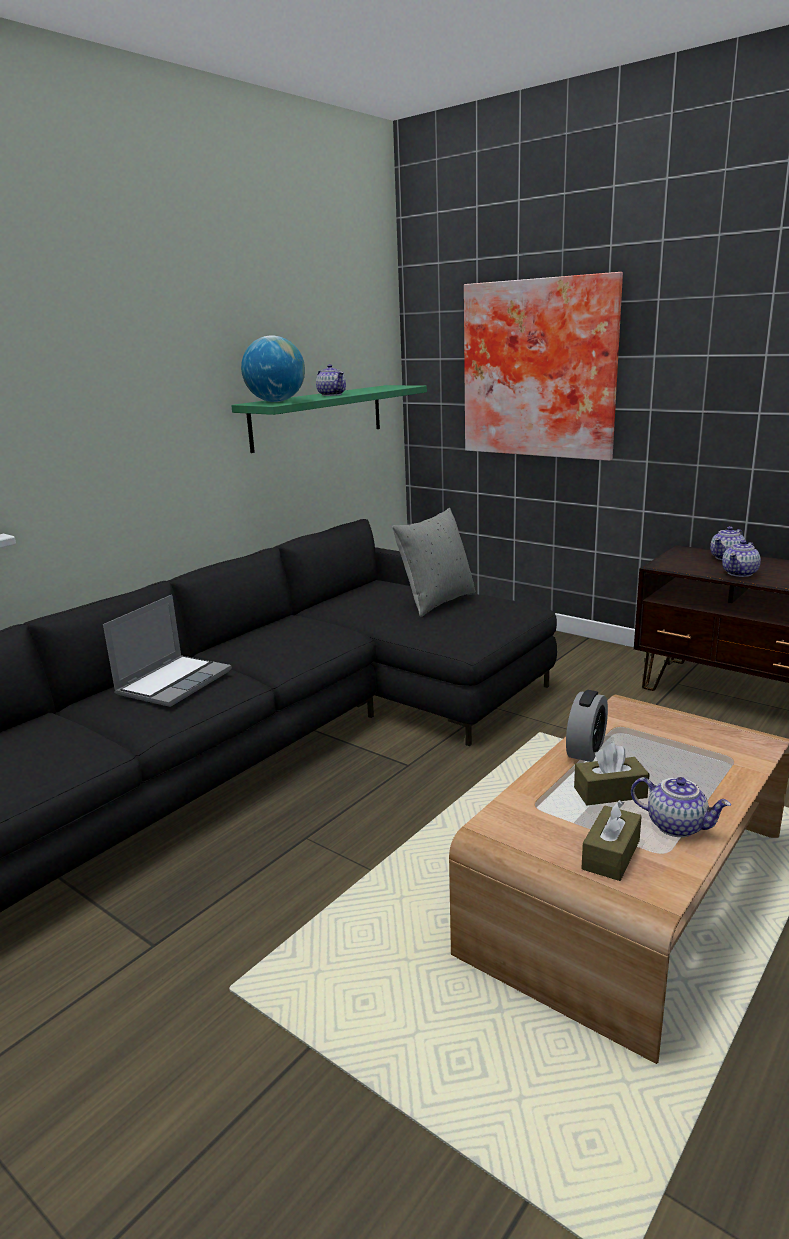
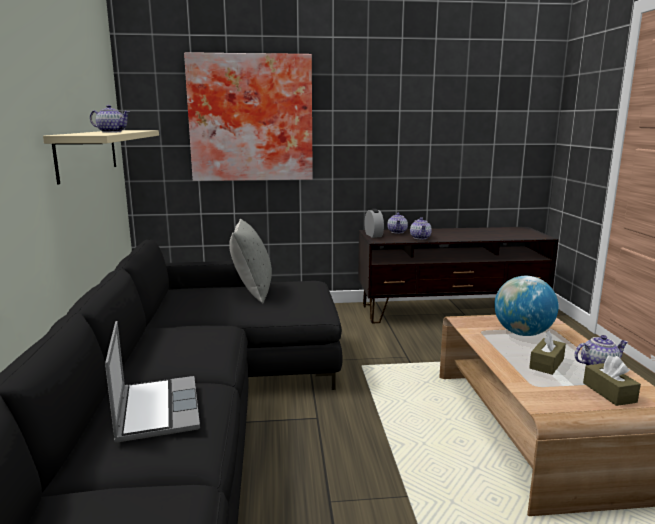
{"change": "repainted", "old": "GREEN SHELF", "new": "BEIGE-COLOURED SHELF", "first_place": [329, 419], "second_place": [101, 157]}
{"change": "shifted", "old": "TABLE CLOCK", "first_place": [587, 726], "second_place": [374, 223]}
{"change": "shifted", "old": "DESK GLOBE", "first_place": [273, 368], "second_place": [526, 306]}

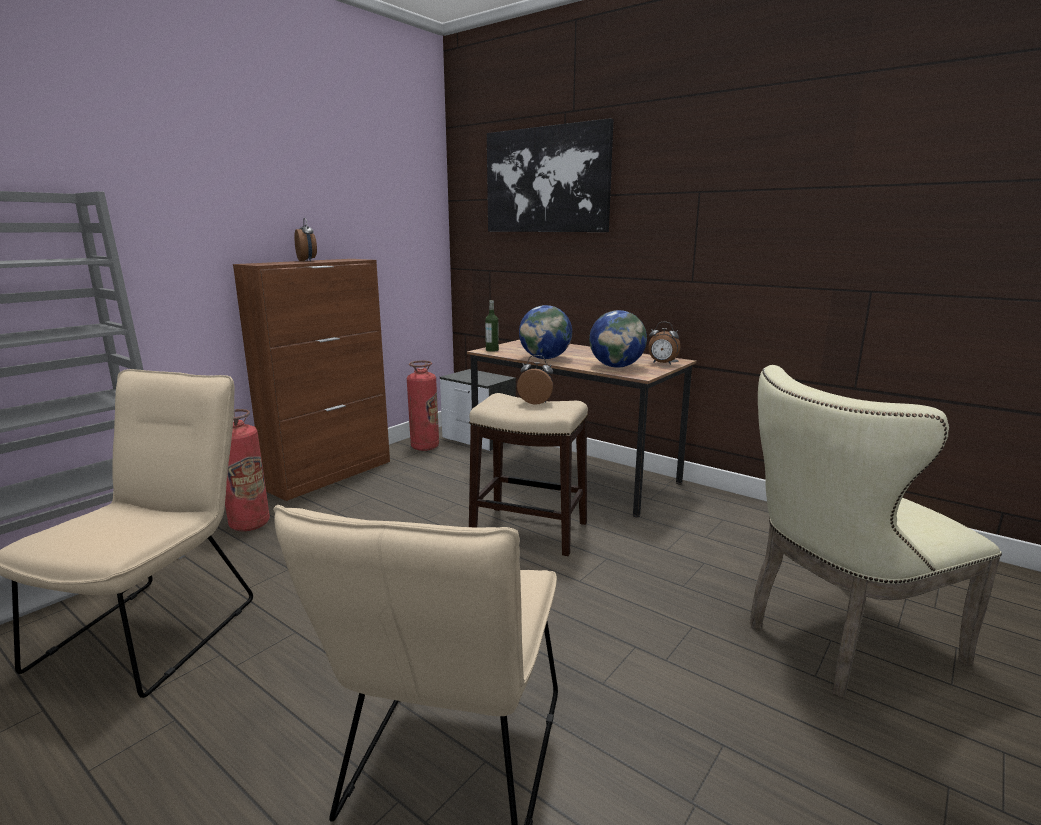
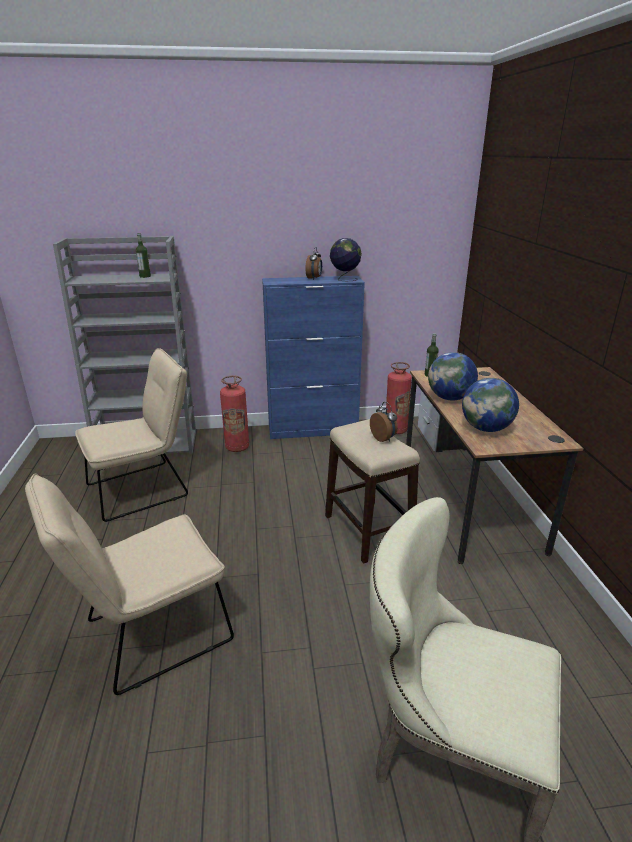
{"change": "new", "new": "BEVERAGE BOTTLE", "second_place": [143, 255]}
{"change": "repainted", "old": "BROWN CABINET", "new": "BLUISH CABINET", "first_place": [311, 380], "second_place": [313, 357]}
{"change": "new", "new": "DESK GLOBE", "second_place": [346, 259]}
{"change": "gone", "old": "WALL PICTURE", "first_place": [550, 175]}
{"change": "gone", "old": "TABLE CLOCK", "first_place": [664, 343]}

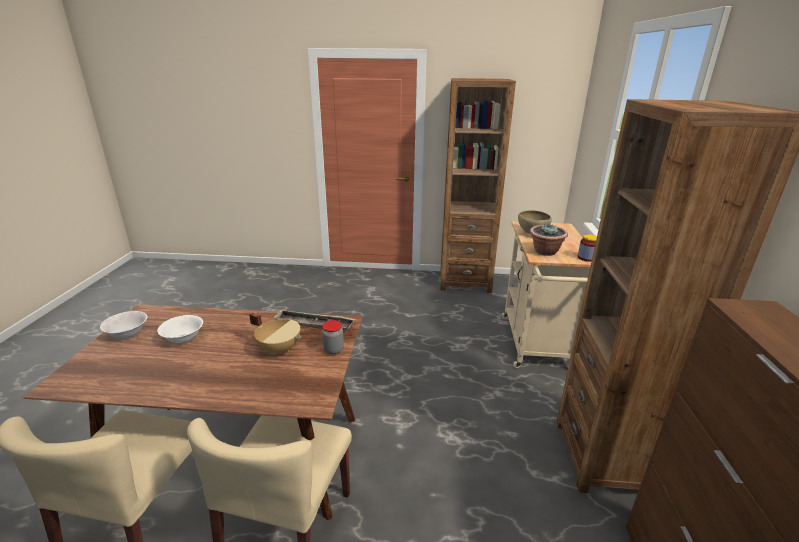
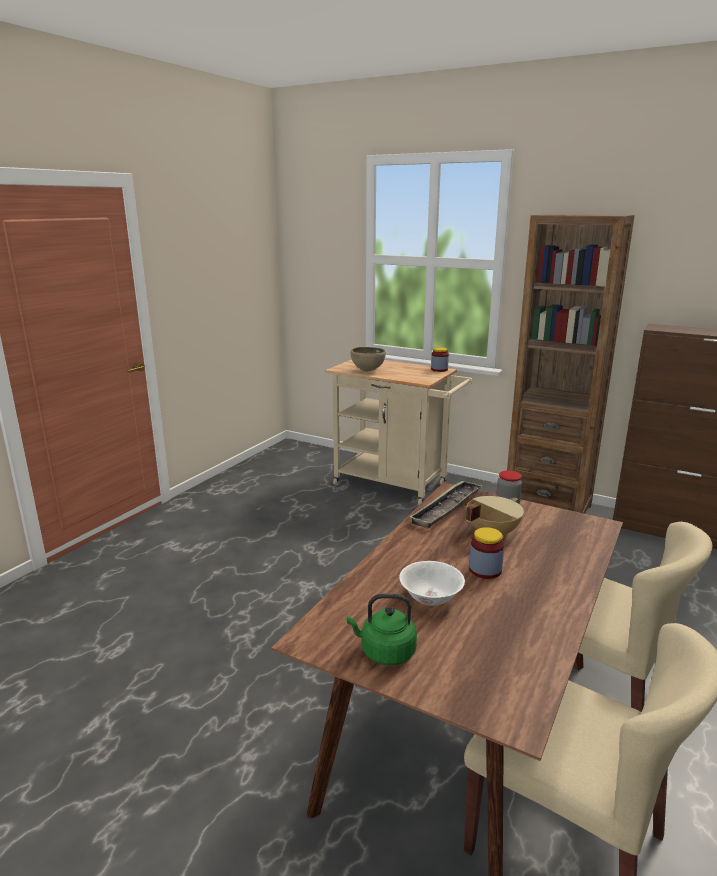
{"change": "swapped", "old": "WHITISH SERVING BOWL", "new": "GREEN WATER KETTLE", "first_place": [123, 325], "second_place": [382, 629]}
{"change": "new", "new": "PRESERVE JAR", "second_place": [487, 553]}
{"change": "gone", "old": "BROWN BOOKSHELF", "first_place": [478, 185]}
{"change": "gone", "old": "PLANT IN A POT", "first_place": [549, 240]}

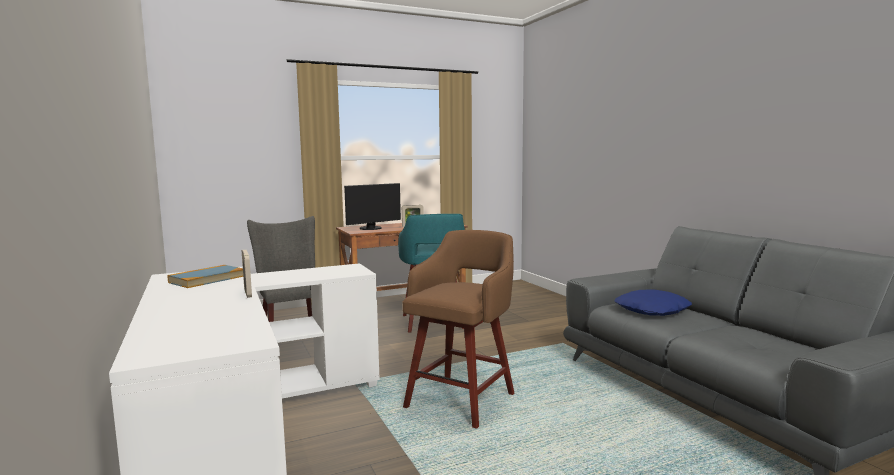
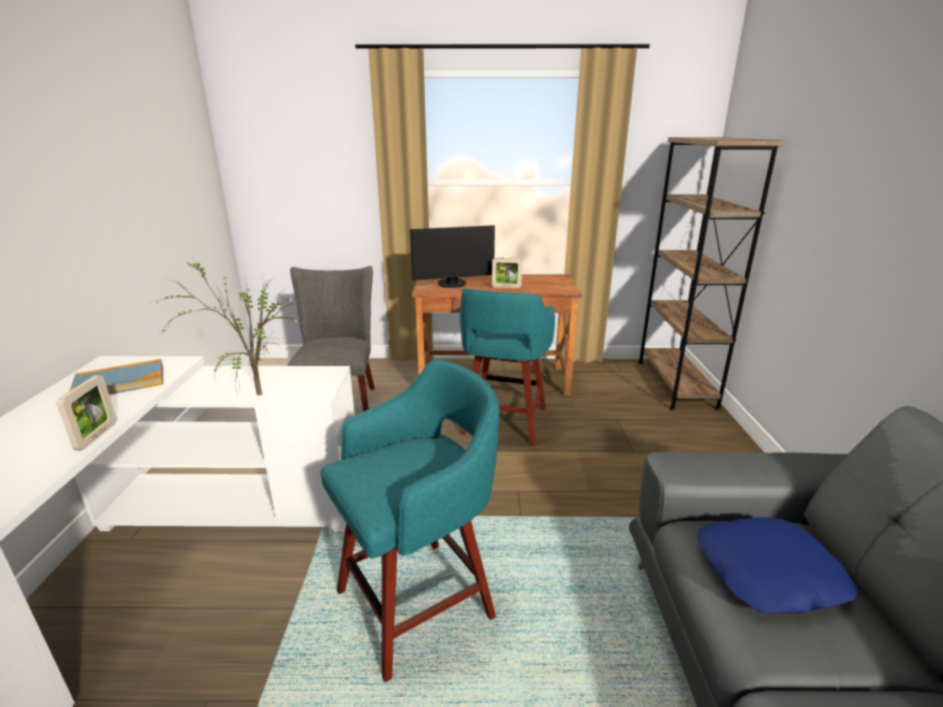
{"change": "new", "new": "PLANT IN A POT", "second_place": [230, 325]}
{"change": "repainted", "old": "BROWN STOOL SEAT", "new": "BLUE-GREEN STOOL SEAT", "first_place": [459, 329], "second_place": [410, 521]}
{"change": "new", "new": "BROWN BOOKSHELF", "second_place": [711, 274]}

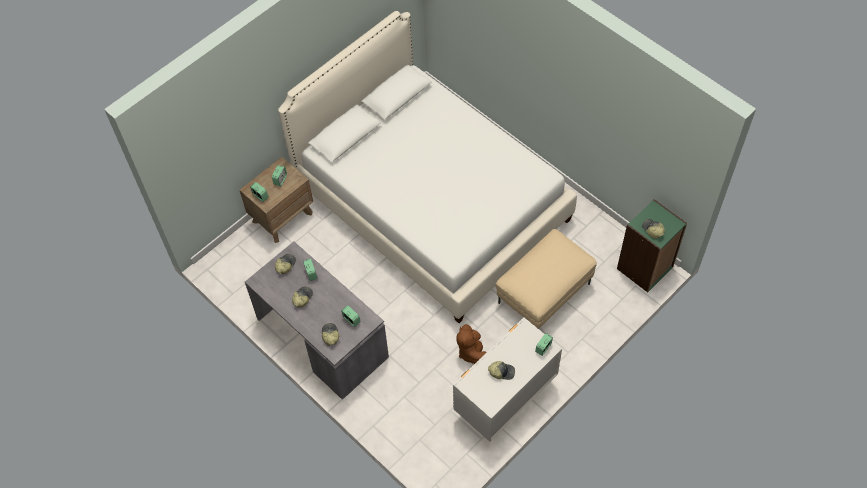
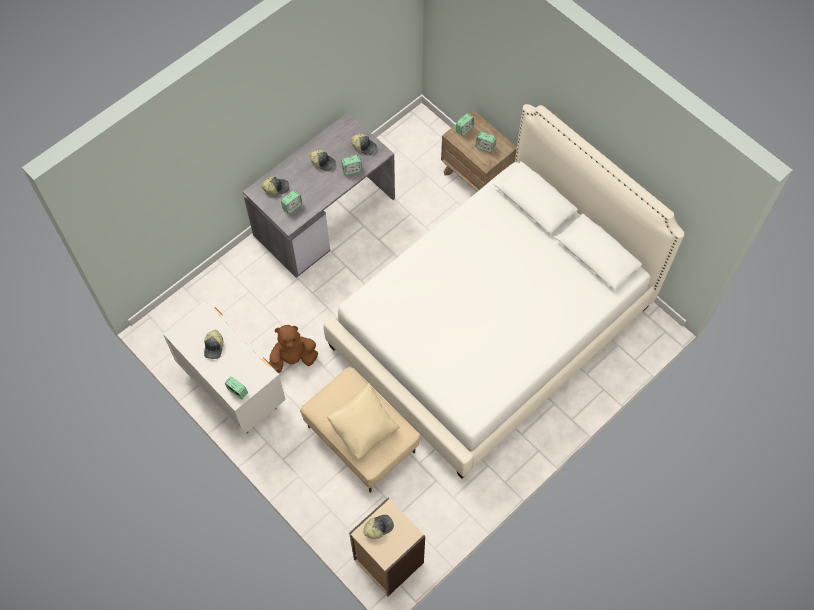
{"change": "new", "new": "BEIGE-COLOURED THROW PILLOW", "second_place": [363, 421]}
{"change": "repainted", "old": "GREEN BOOKSHELF", "new": "BEIGE-COLOURED BOOKSHELF", "first_place": [652, 245], "second_place": [387, 547]}

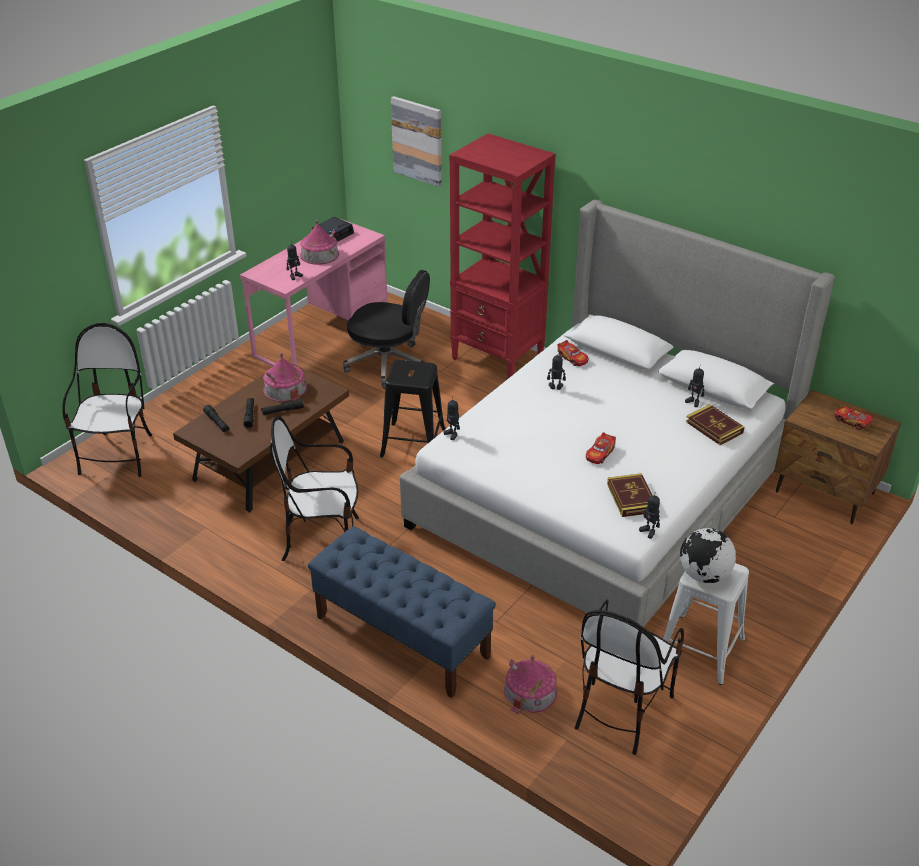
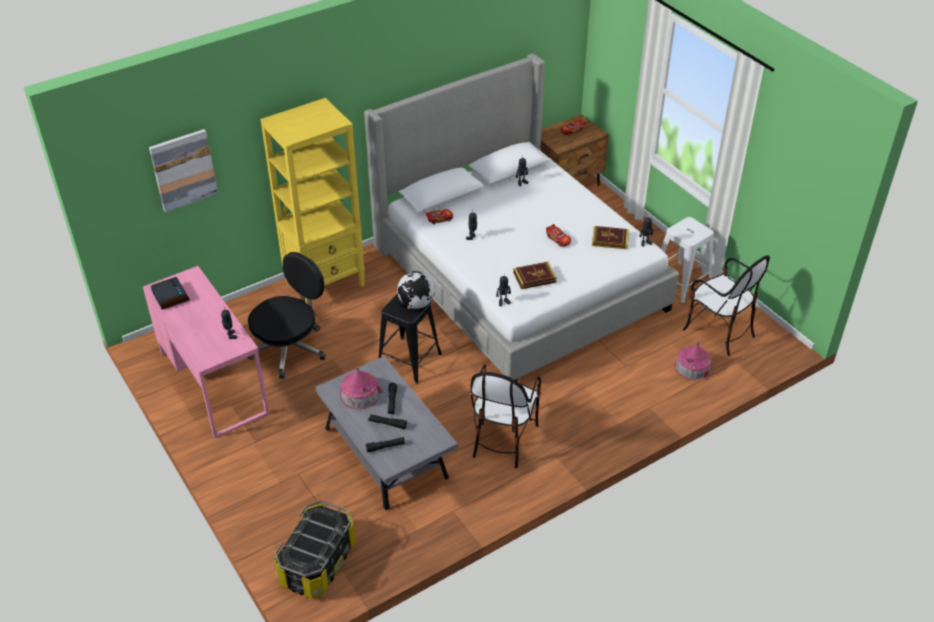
{"change": "repainted", "old": "RED-COLOURED BOOKSHELF", "new": "YELLOWISH BOOKSHELF", "first_place": [502, 256], "second_place": [312, 200]}
{"change": "swapped", "old": "PLAIN CHAIR", "new": "STORAGE BOX", "first_place": [107, 400], "second_place": [315, 549]}
{"change": "repainted", "old": "BROWN COFFEE TABLE", "new": "GRAY COFFEE TABLE", "first_place": [261, 437], "second_place": [386, 433]}
{"change": "shifted", "old": "DESK GLOBE", "first_place": [708, 555], "second_place": [416, 290]}
{"change": "shifted", "old": "BOOK", "first_place": [715, 424], "second_place": [535, 275]}
{"change": "gone", "old": "MINIATURE HOUSE", "first_place": [319, 242]}
{"change": "gone", "old": "BLUISH LONG SEAT", "first_place": [402, 612]}

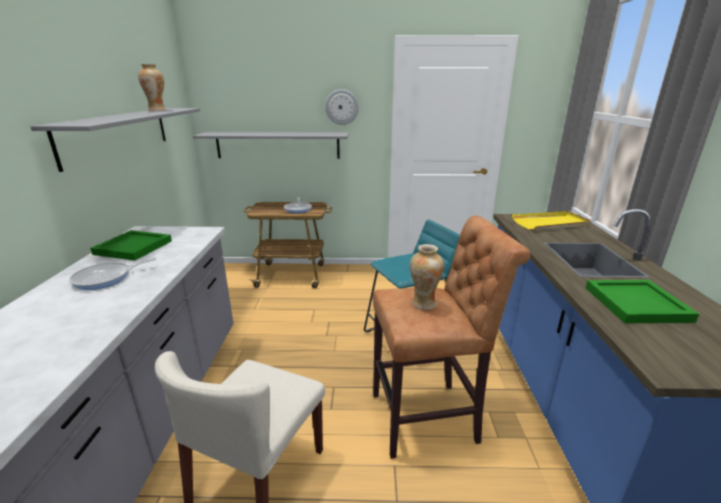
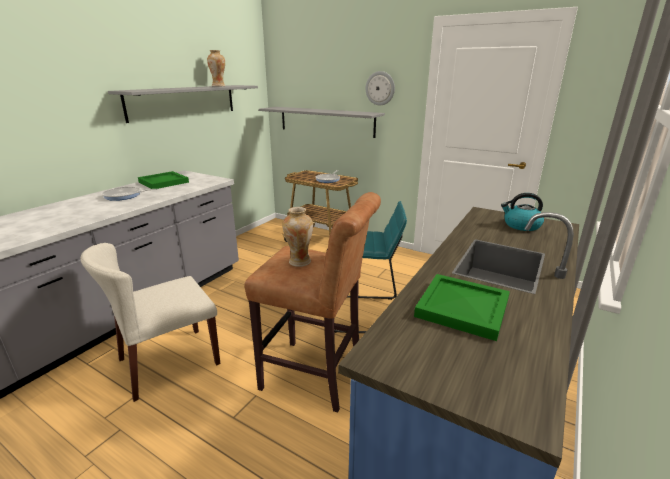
{"change": "swapped", "old": "YELLOWISH CARRYING TRAY", "new": "WATER KETTLE", "first_place": [551, 220], "second_place": [522, 212]}

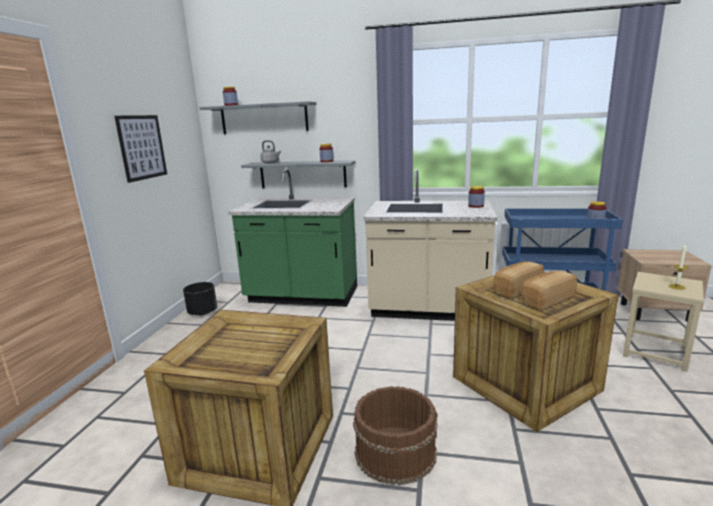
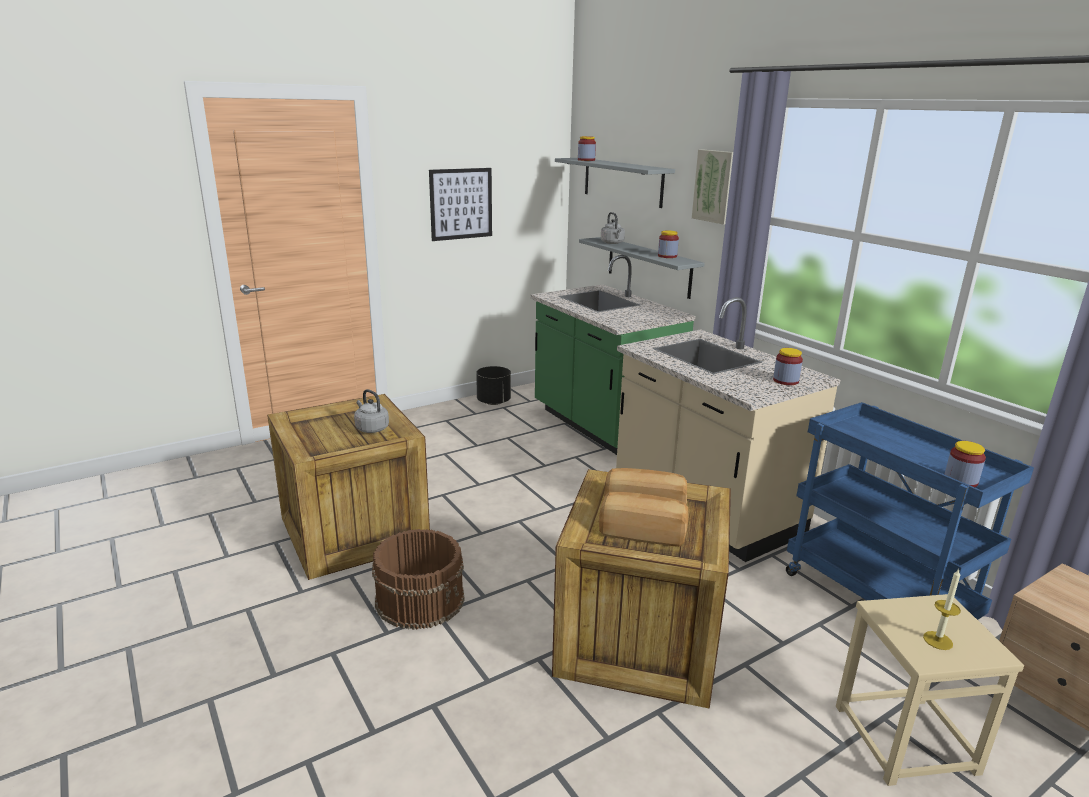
{"change": "new", "new": "GRAY WATER KETTLE", "second_place": [371, 411]}
{"change": "new", "new": "WALL PICTURE", "second_place": [712, 187]}

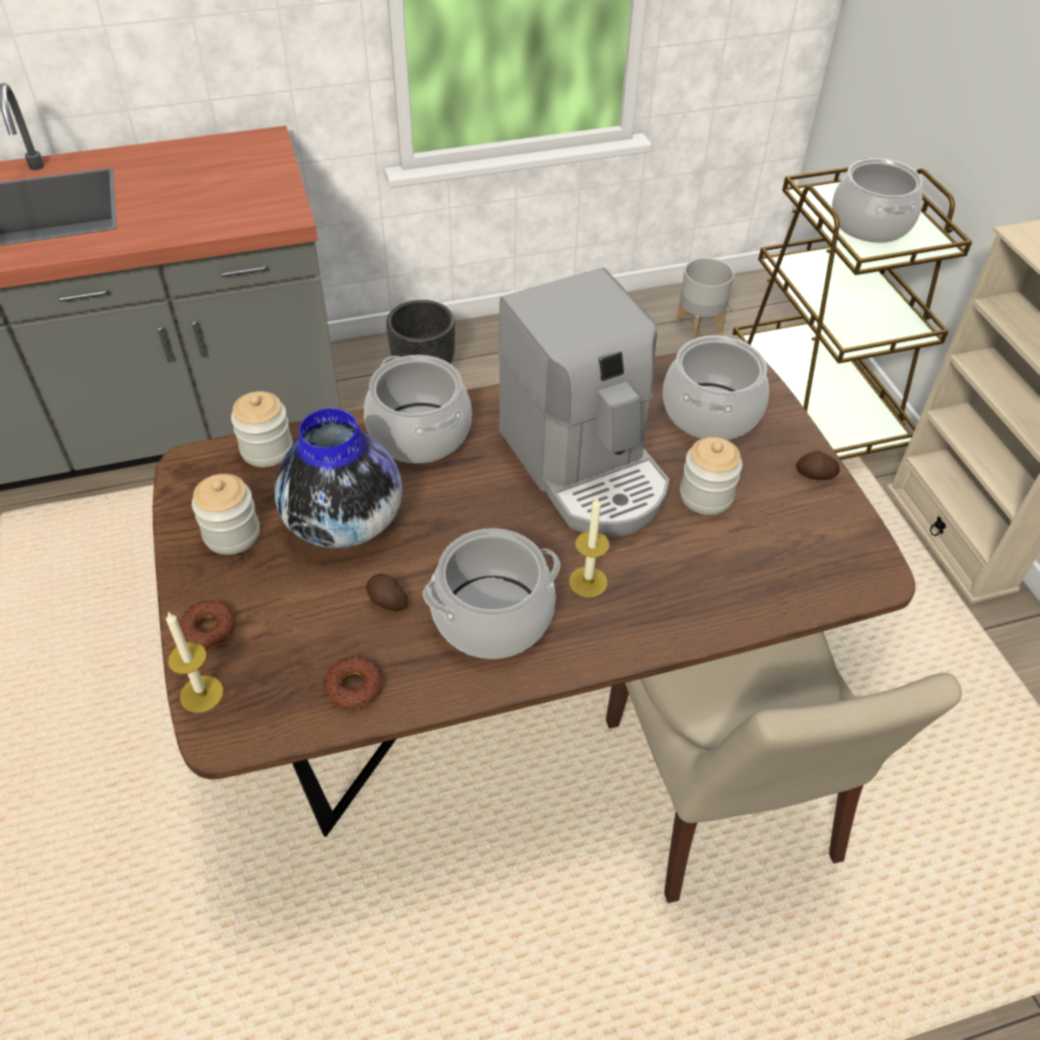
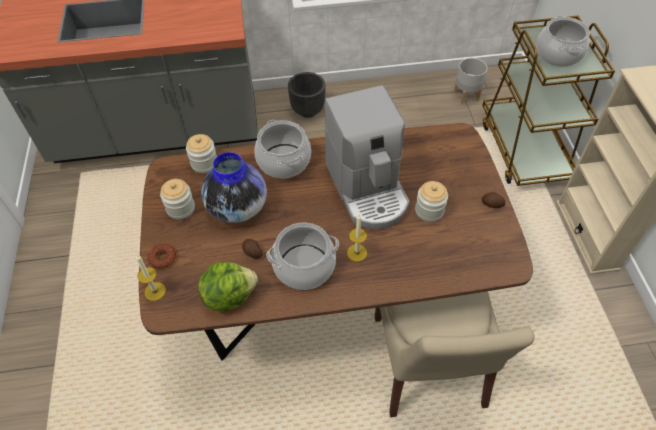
{"change": "swapped", "old": "DOUGHNUT", "new": "LETTUCE", "first_place": [353, 682], "second_place": [228, 287]}
{"change": "gone", "old": "SAUCEPOT", "first_place": [716, 387]}

